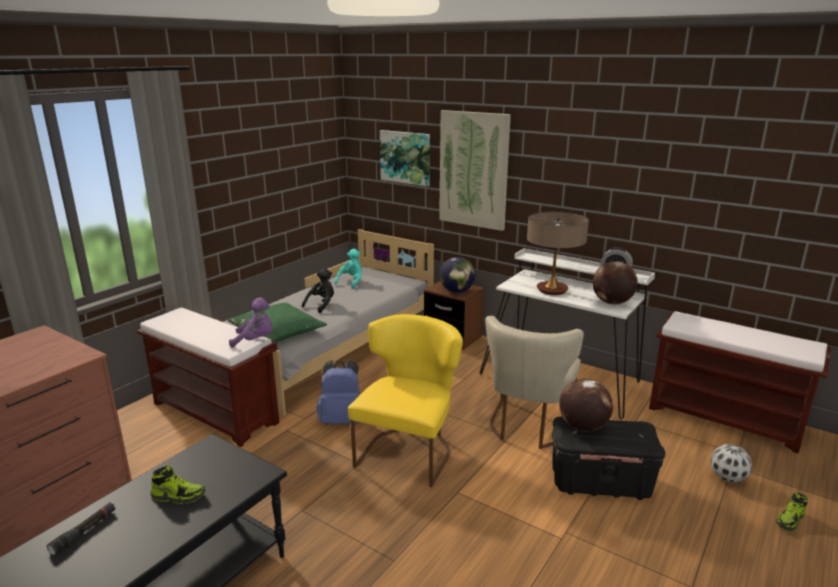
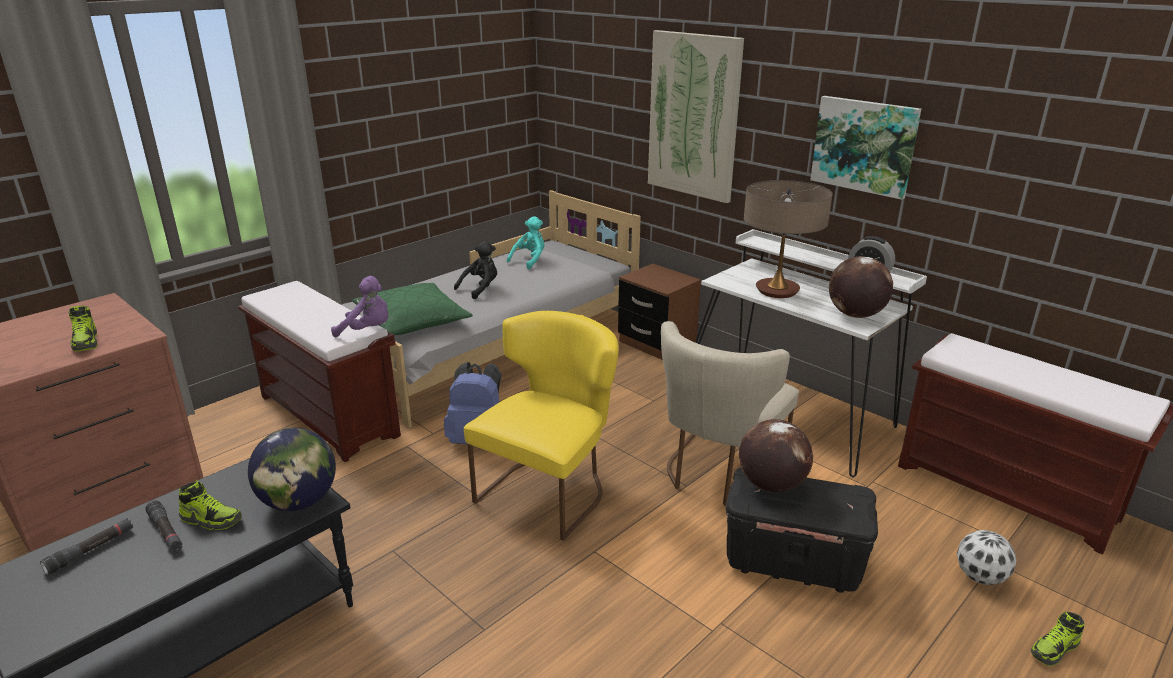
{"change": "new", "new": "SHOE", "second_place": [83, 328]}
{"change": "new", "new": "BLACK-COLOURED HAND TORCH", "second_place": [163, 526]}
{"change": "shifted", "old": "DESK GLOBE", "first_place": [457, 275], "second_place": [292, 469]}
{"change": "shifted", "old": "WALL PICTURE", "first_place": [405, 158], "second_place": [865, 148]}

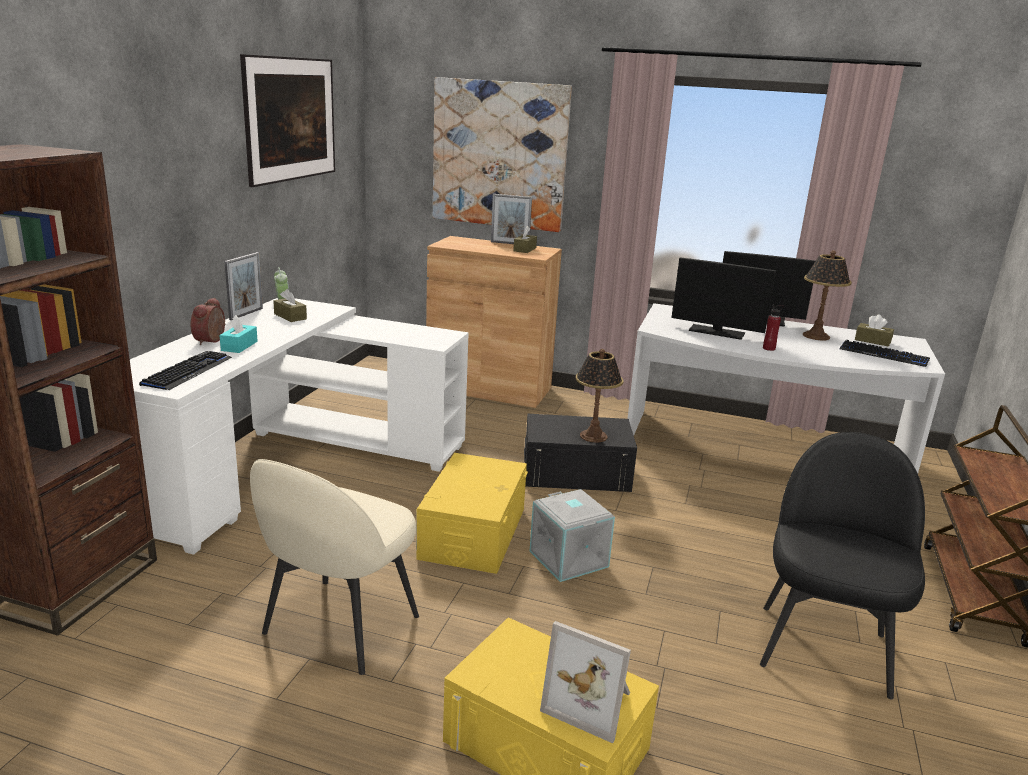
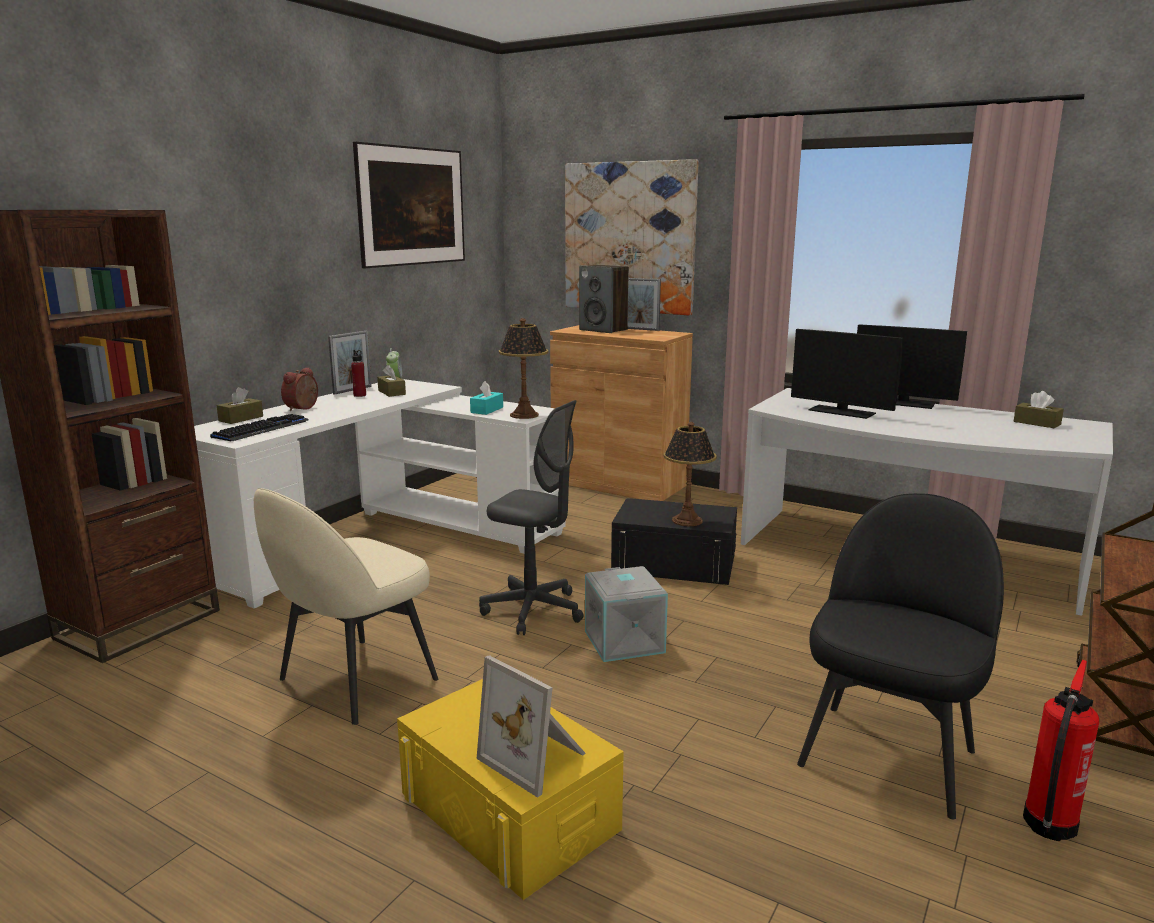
{"change": "shifted", "old": "BROWN TISSUE HOLDER", "first_place": [525, 239], "second_place": [240, 405]}
{"change": "shifted", "old": "RED-COLOURED BEVERAGE BOTTLE", "first_place": [773, 327], "second_place": [358, 373]}
{"change": "shifted", "old": "BLUE-GREEN TISSUE HOLDER", "first_place": [238, 334], "second_place": [486, 398]}
{"change": "swapped", "old": "YELLOWISH STORAGE BOX", "new": "GRAY COMPUTER CHAIR", "first_place": [472, 513], "second_place": [531, 517]}
{"change": "shifted", "old": "TABLE LAMP", "first_place": [827, 295], "second_place": [524, 368]}
{"change": "new", "new": "SPEAKER", "second_place": [604, 299]}
{"change": "new", "new": "FIRE-FIGHTING CYLINDER", "second_place": [1061, 750]}
{"change": "gone", "old": "PC KEYBOARD", "first_place": [885, 353]}

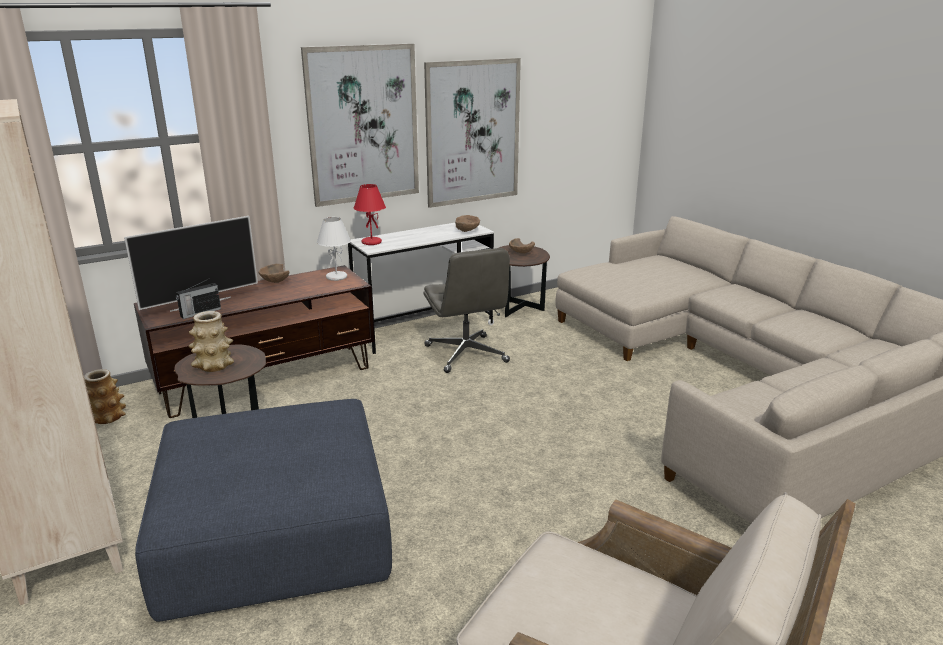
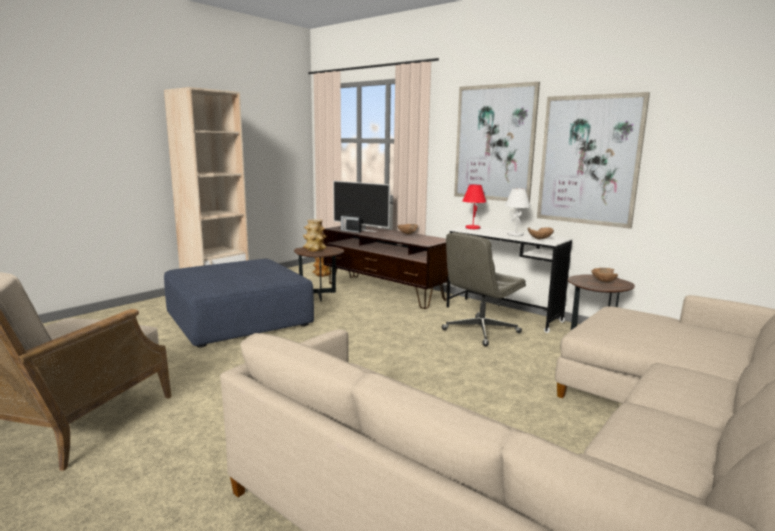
{"change": "shifted", "old": "WHITISH TABLE LAMP", "first_place": [334, 249], "second_place": [518, 212]}

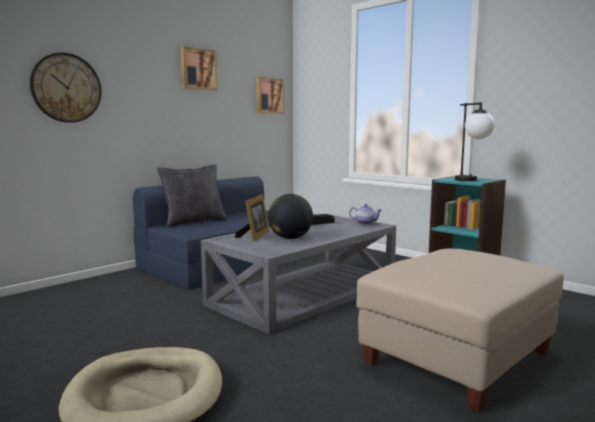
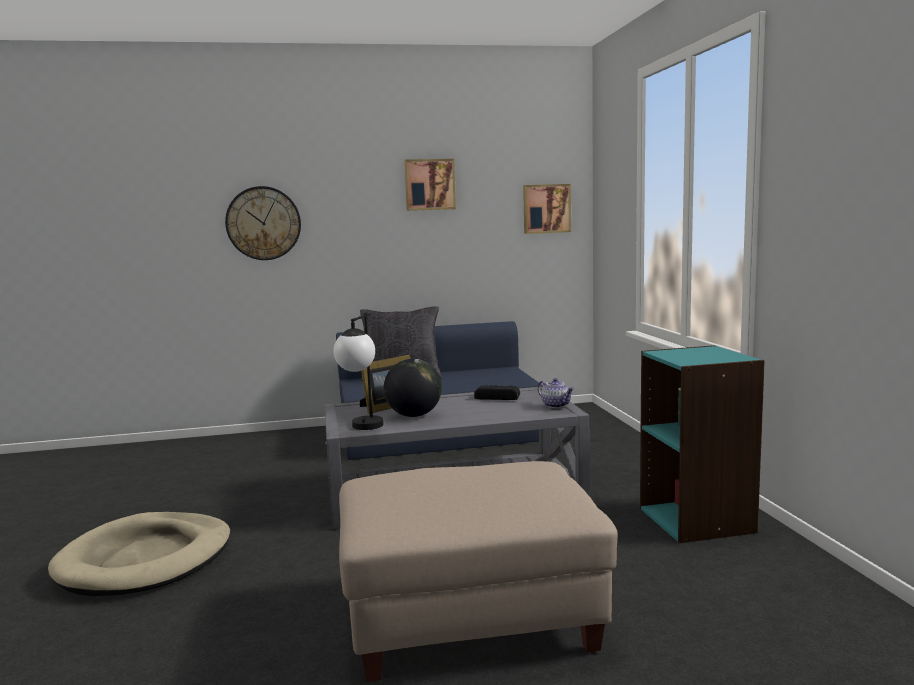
{"change": "shifted", "old": "TABLE LAMP", "first_place": [475, 141], "second_place": [358, 371]}

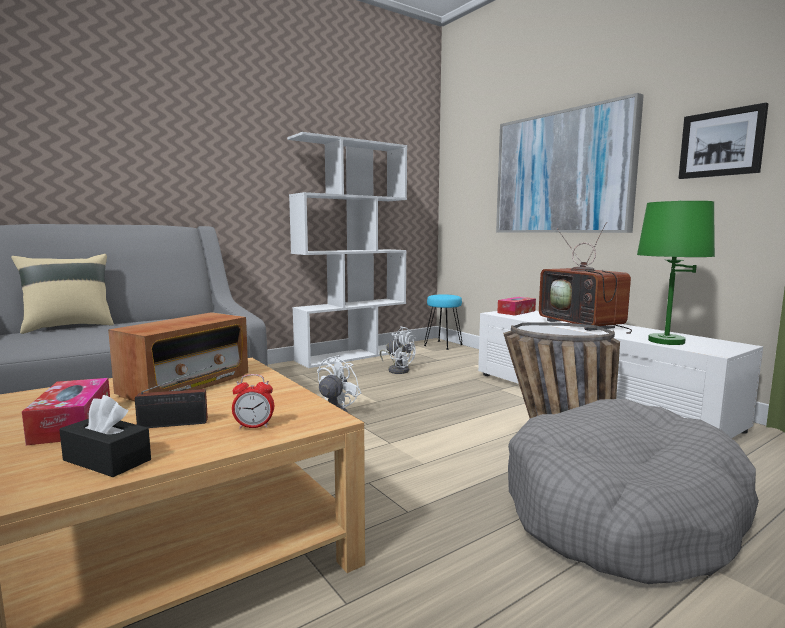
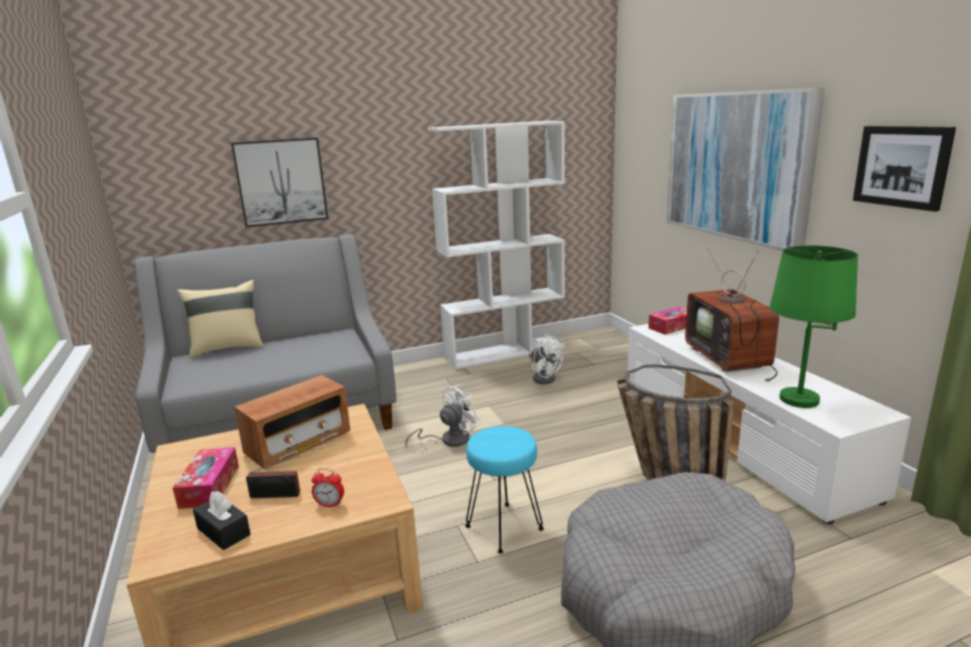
{"change": "new", "new": "WALL PICTURE", "second_place": [279, 182]}
{"change": "shifted", "old": "BLUE-GREEN STOOL SEAT", "first_place": [443, 322], "second_place": [504, 489]}

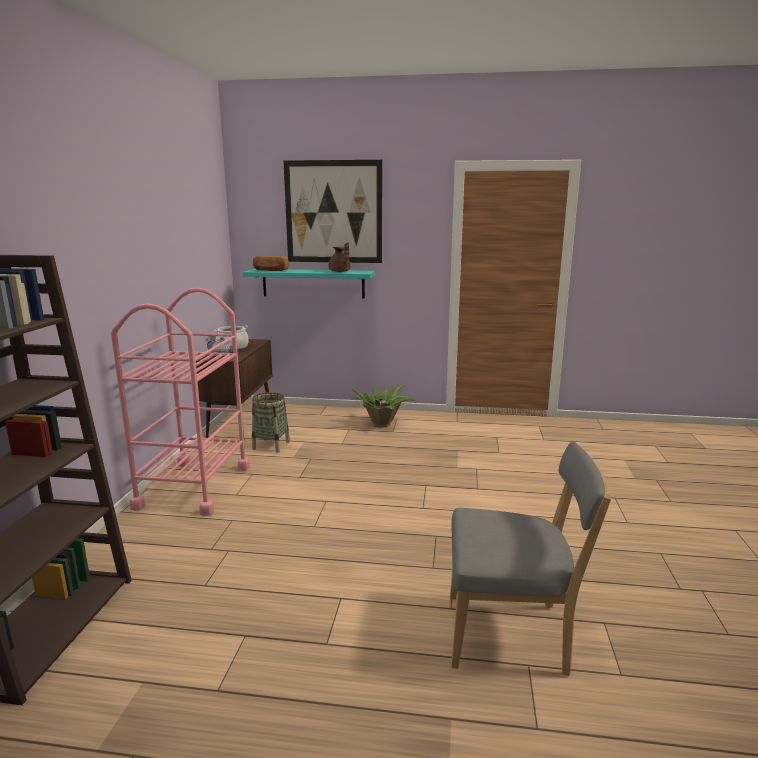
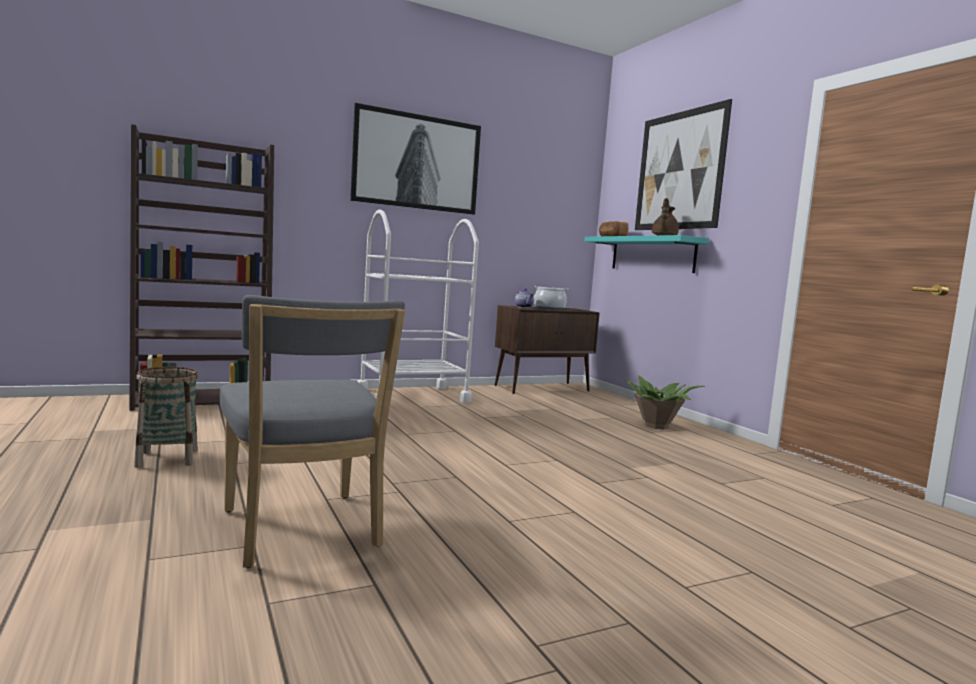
{"change": "shifted", "old": "HOUSEHOLD BASKET", "first_place": [271, 422], "second_place": [166, 417]}
{"change": "new", "new": "WALL PICTURE", "second_place": [415, 159]}
{"change": "repainted", "old": "PINKISH WHEELED CART", "new": "WHITISH WHEELED CART", "first_place": [180, 402], "second_place": [418, 306]}

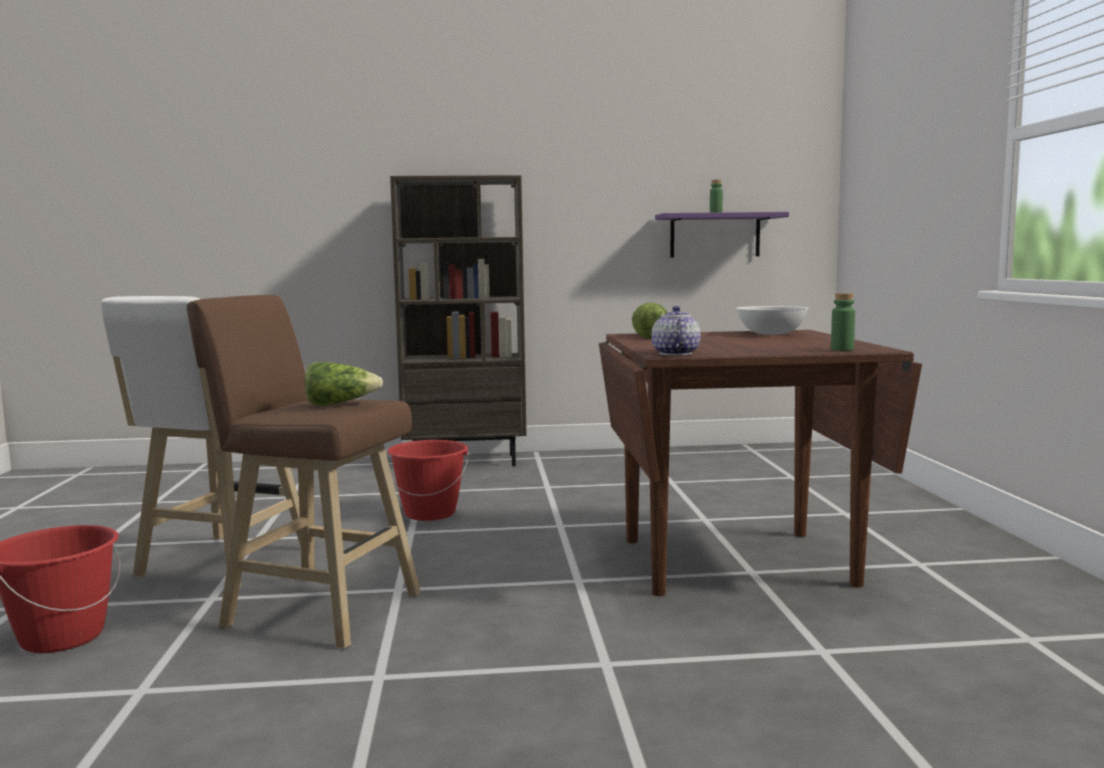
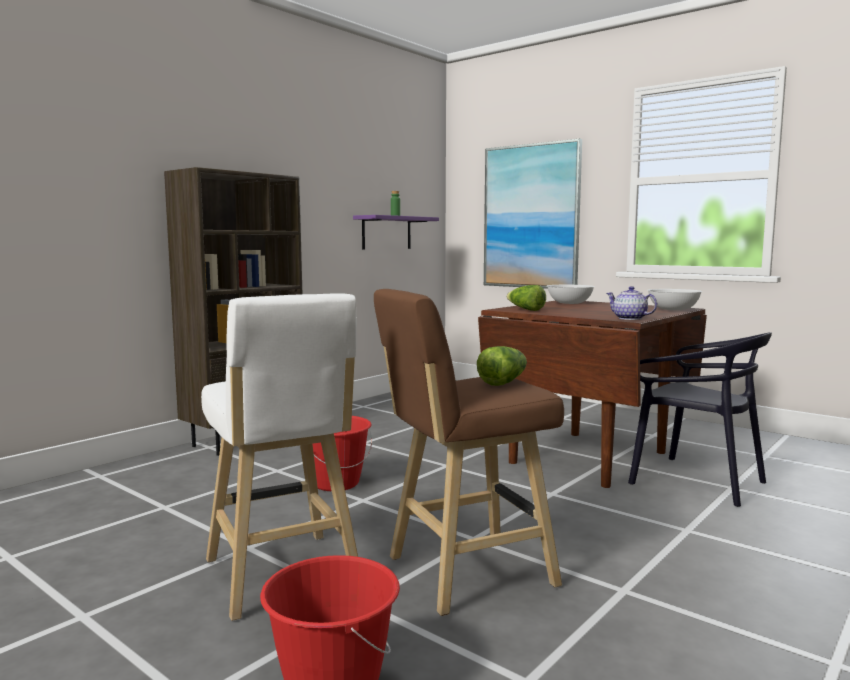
{"change": "new", "new": "WALL PICTURE", "second_place": [533, 214]}
{"change": "new", "new": "BLACK-COLOURED PLAIN CHAIR", "second_place": [700, 419]}
{"change": "swapped", "old": "GREEN BEVERAGE BOTTLE", "new": "WHITISH SERVING BOWL", "first_place": [843, 322], "second_place": [675, 299]}

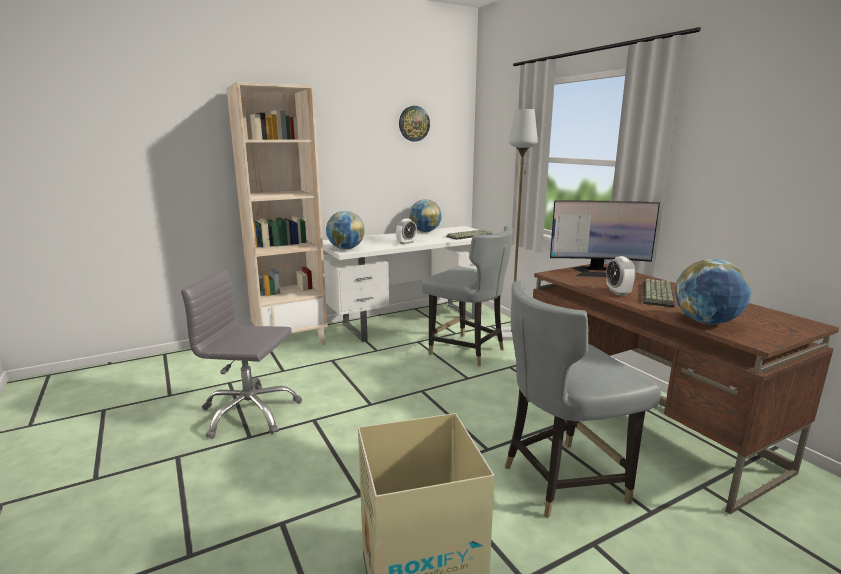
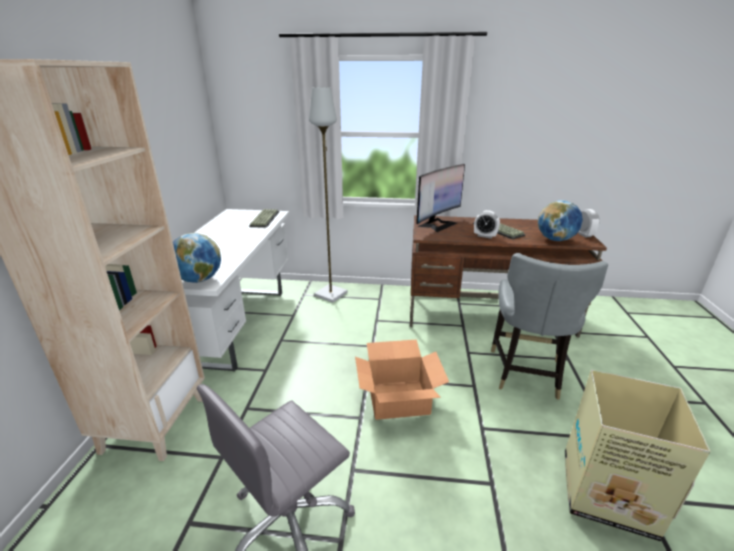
{"change": "new", "new": "CARTON", "second_place": [402, 379]}
{"change": "shifted", "old": "TABLE CLOCK", "first_place": [406, 231], "second_place": [589, 223]}
{"change": "gone", "old": "CLOCK ON THE WALL", "first_place": [414, 123]}
{"change": "gone", "old": "DESK GLOBE", "first_place": [425, 215]}
{"change": "gone", "old": "GRAY PLAIN CHAIR", "first_place": [467, 296]}

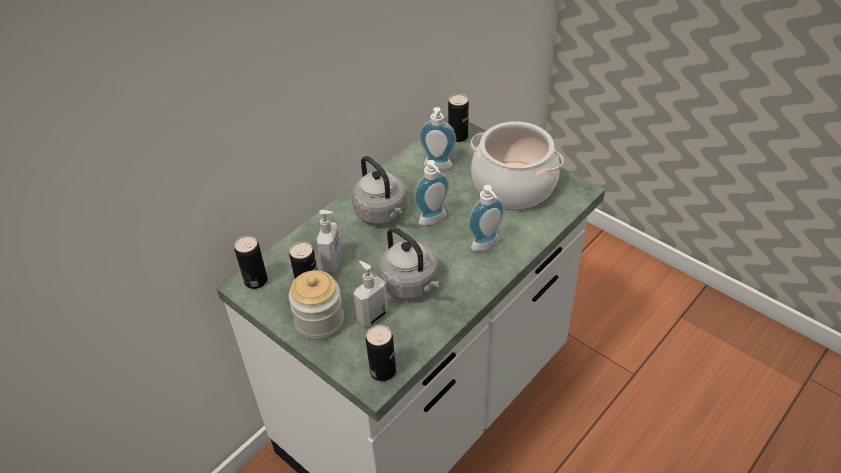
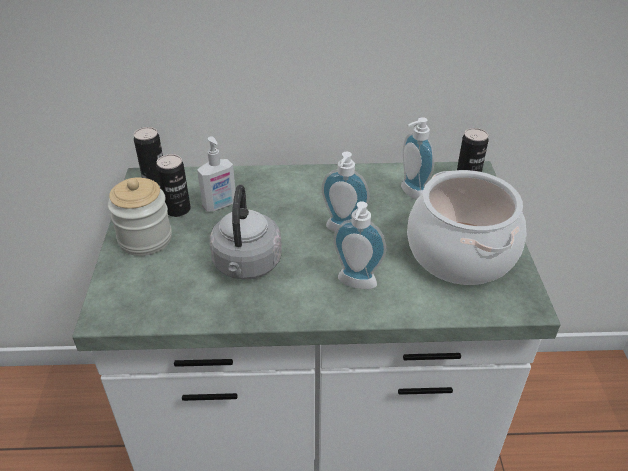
{"change": "gone", "old": "GRAY WATER KETTLE", "first_place": [379, 190]}
{"change": "gone", "old": "SOAP BOTTLE", "first_place": [371, 294]}
{"change": "gone", "old": "METAL CAN", "first_place": [381, 353]}

